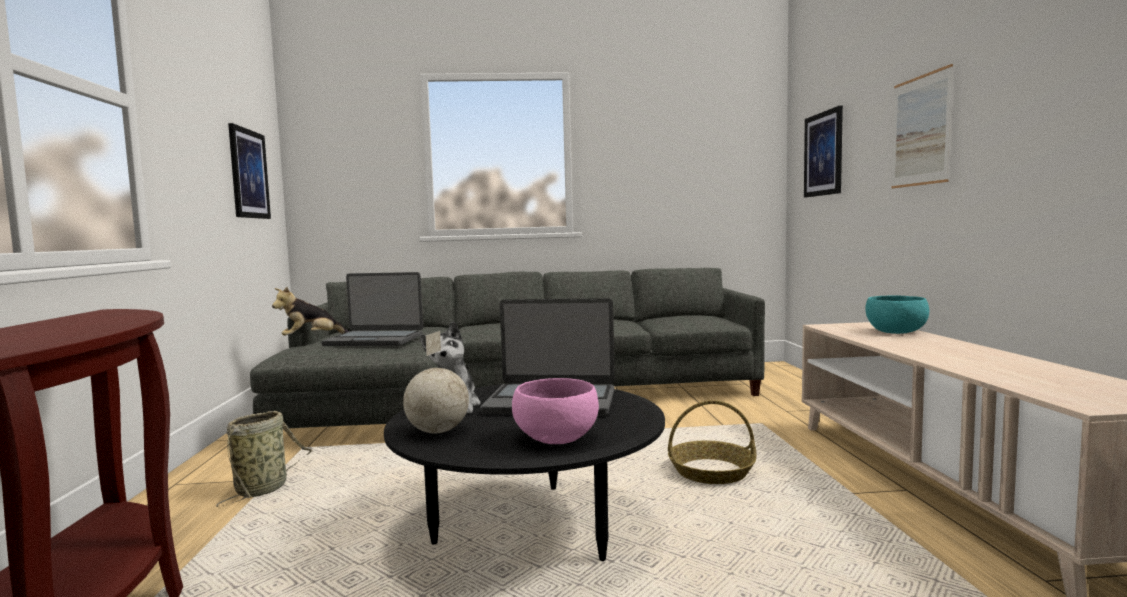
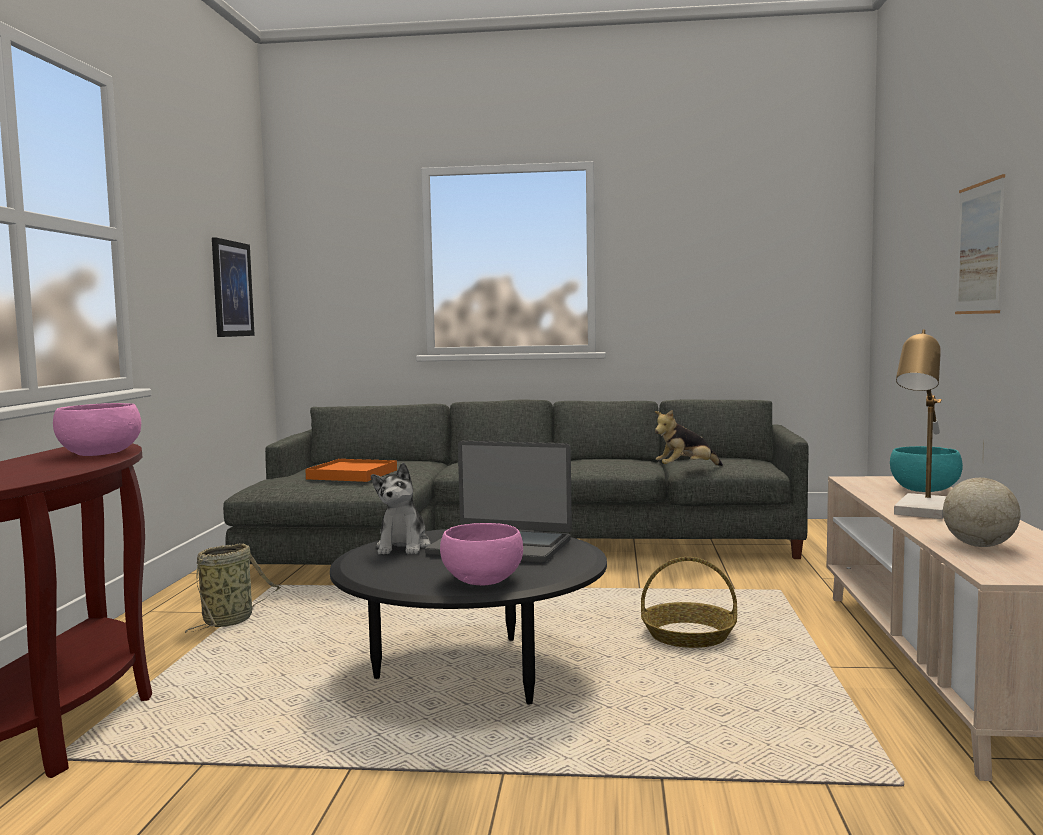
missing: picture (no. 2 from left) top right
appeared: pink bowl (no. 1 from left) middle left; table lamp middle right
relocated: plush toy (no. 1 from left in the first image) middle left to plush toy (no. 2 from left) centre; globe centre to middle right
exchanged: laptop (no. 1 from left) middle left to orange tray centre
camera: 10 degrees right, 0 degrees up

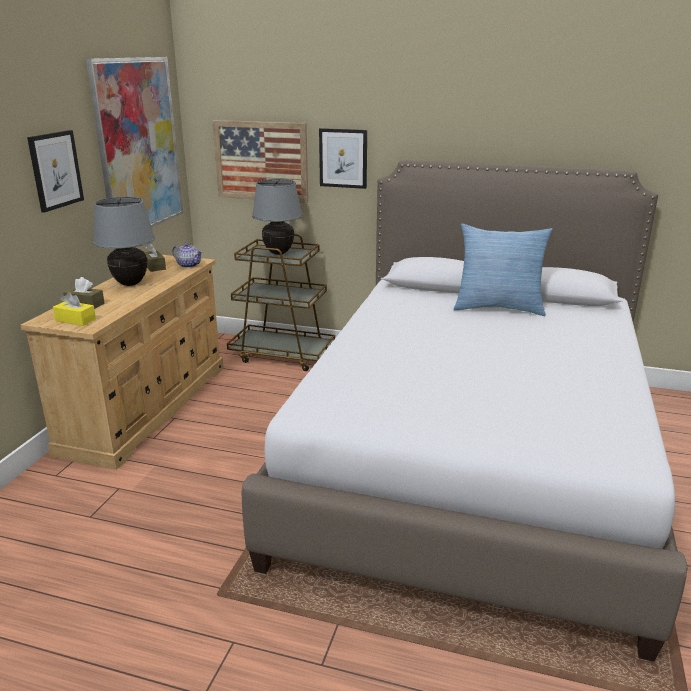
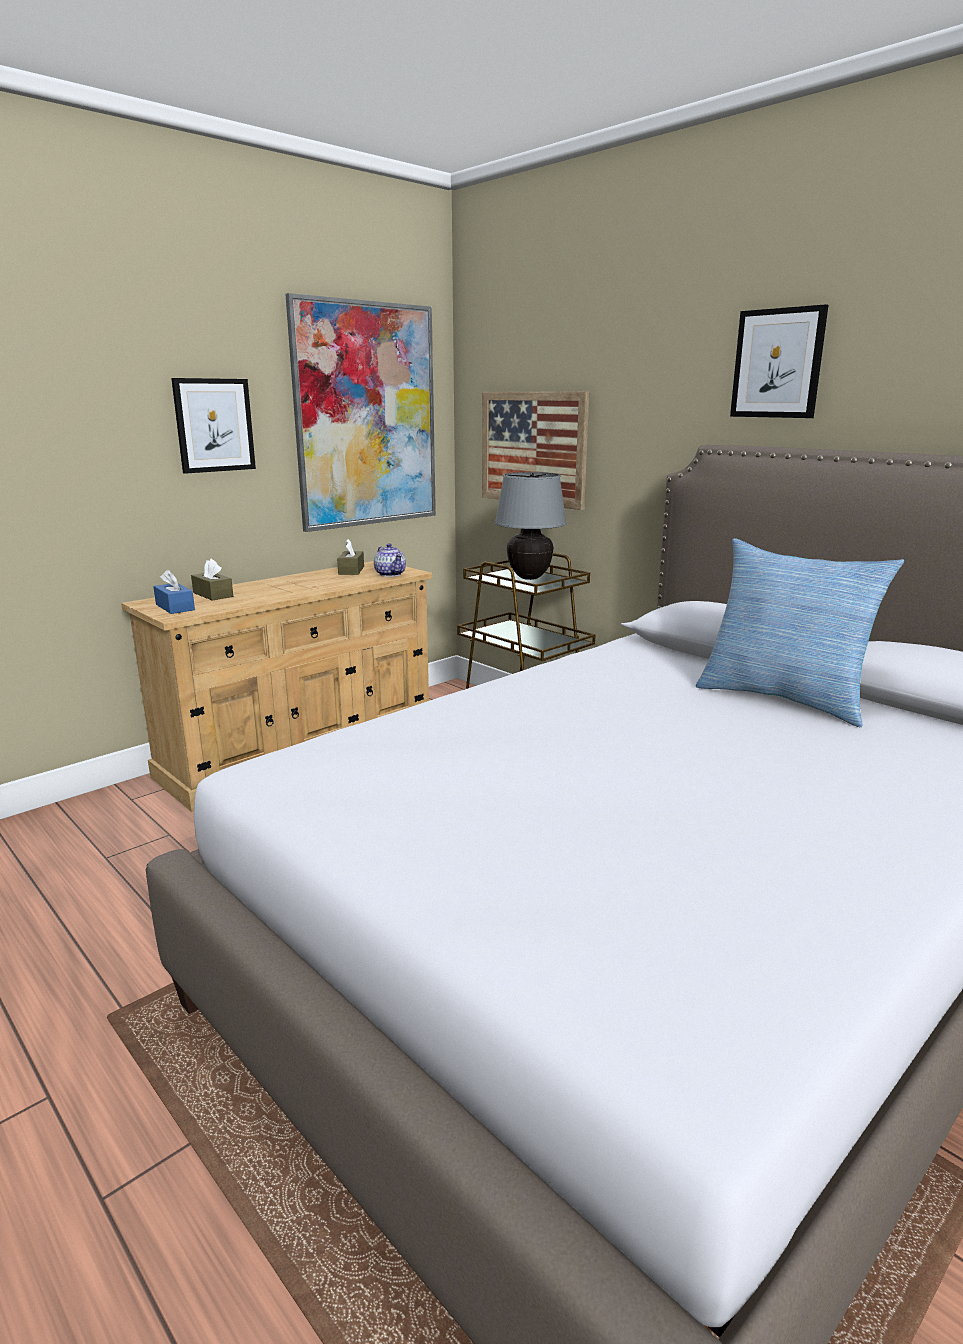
missing: grey table lamp (no. 1 from left) middle left
relocated: picture (no. 4 from left) top centre to top right
colour: yellow tissue box middle left to blue tissue box middle left
camera: 30 degrees right, 5 degrees down

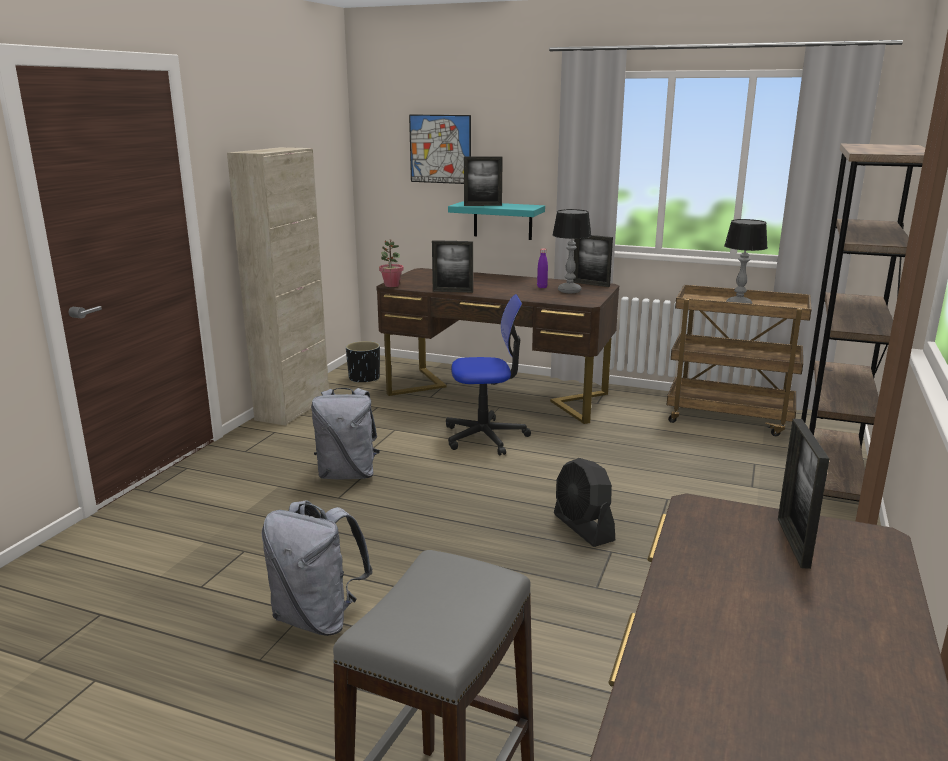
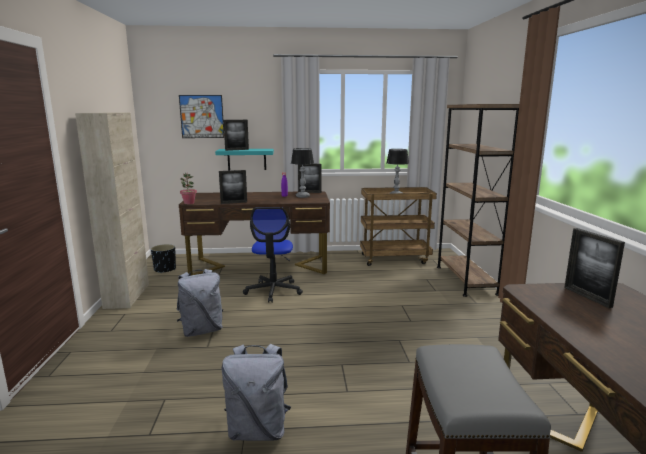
missing: black fan centre
spun: office chair centre = centre 120 degrees clockwise
camera: 25 degrees left, 5 degrees down

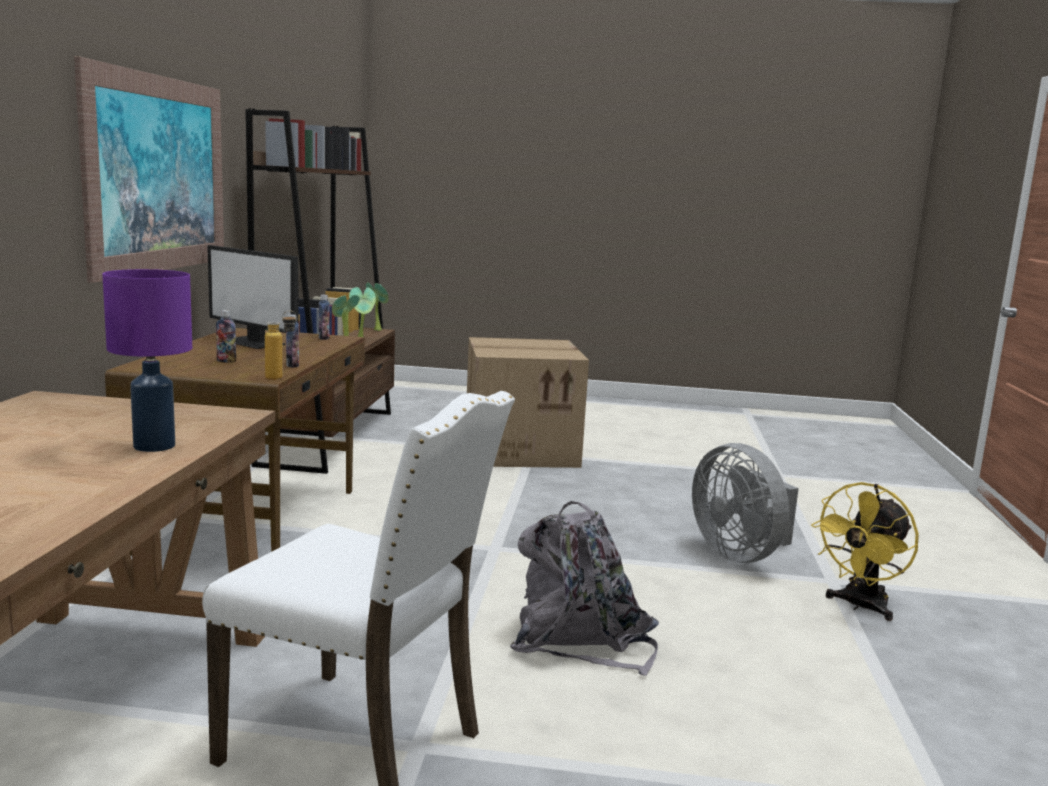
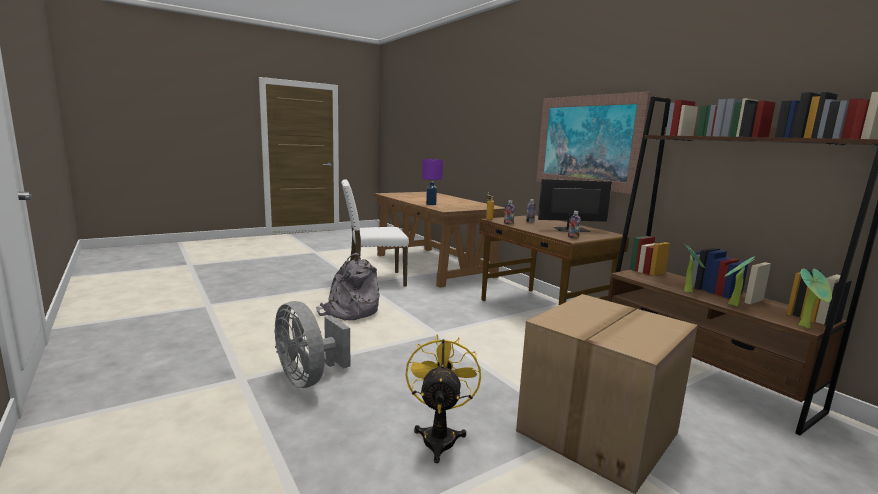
relocated: yellow fan bottom right to bottom centre
spun: grey fan middle right = bottom centre 150 degrees counterclockwise
camera: 140 degrees right, 0 degrees up

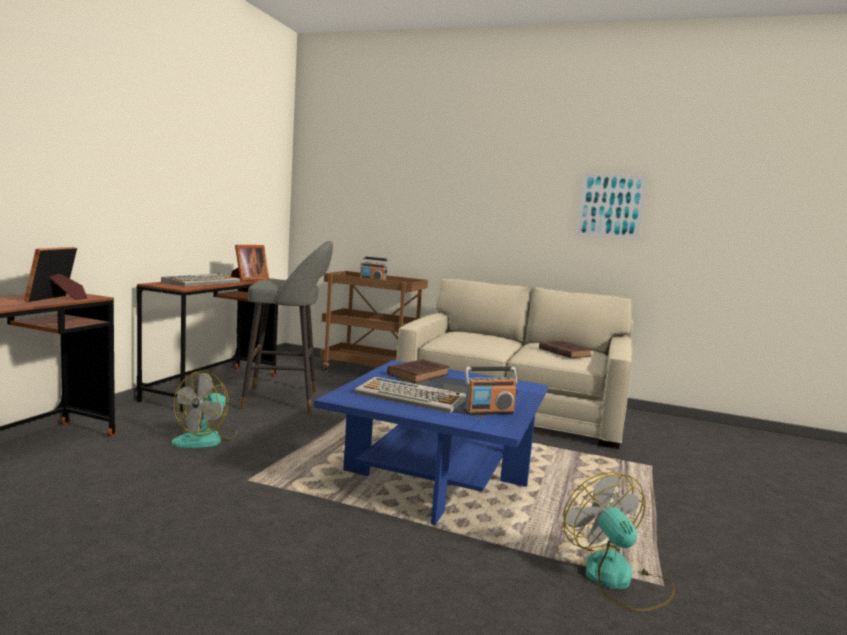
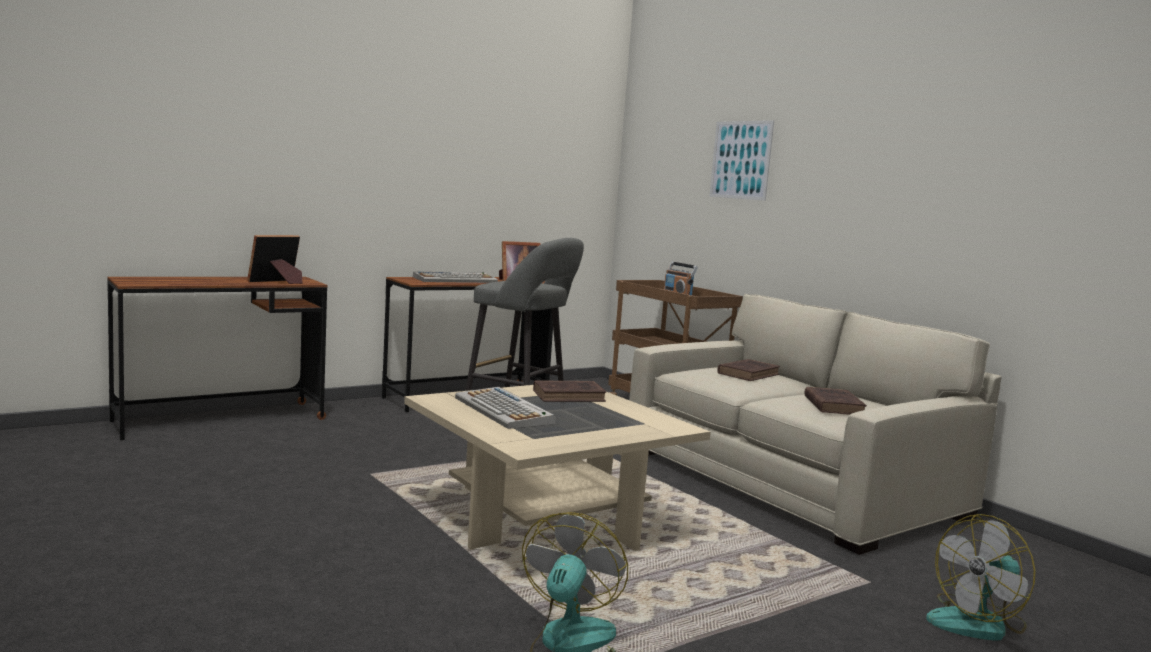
missing: radio (no. 2 from left) centre
appeared: brown book (no. 2 from left) centre
relocated: picture top right to top centre; fan (no. 1 from left in the first image) middle left to fan (no. 2 from left) bottom right
colour: blue coffee table bottom centre to beige coffee table bottom centre
camera: 35 degrees right, 0 degrees up

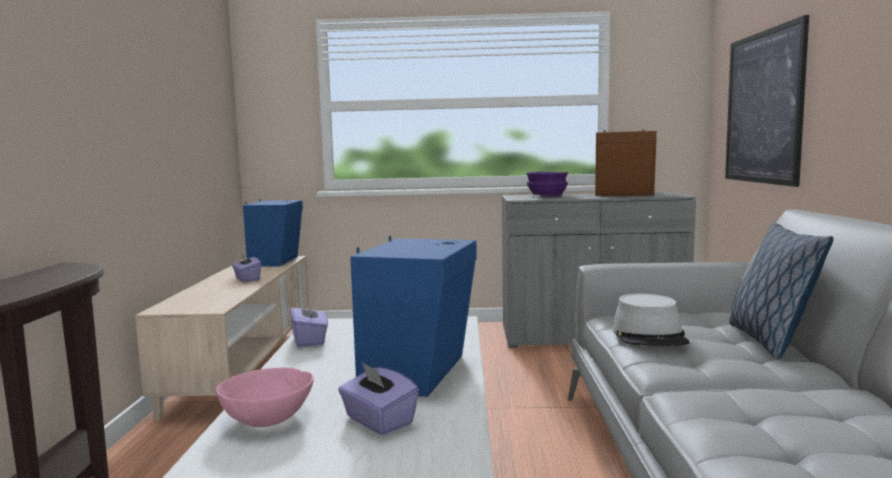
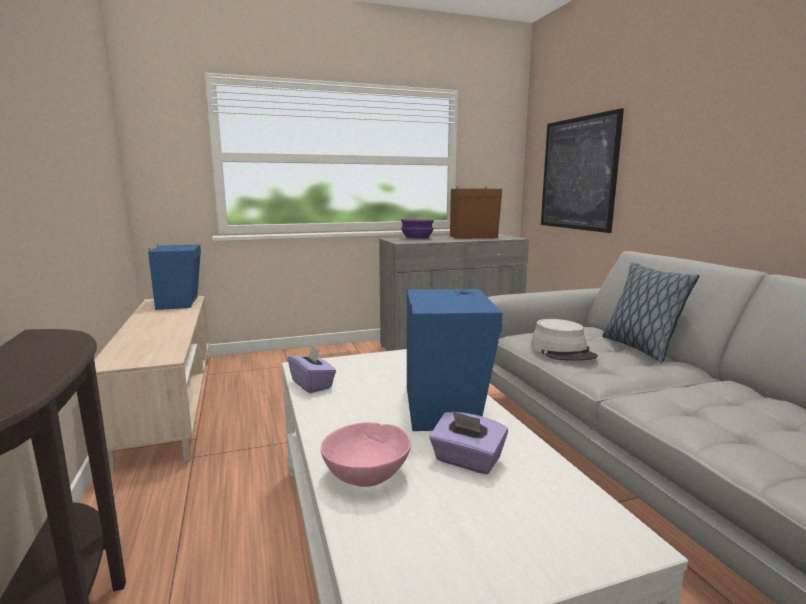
missing: purple tissue box (no. 1 from left) middle left
camera: 20 degrees left, 5 degrees up

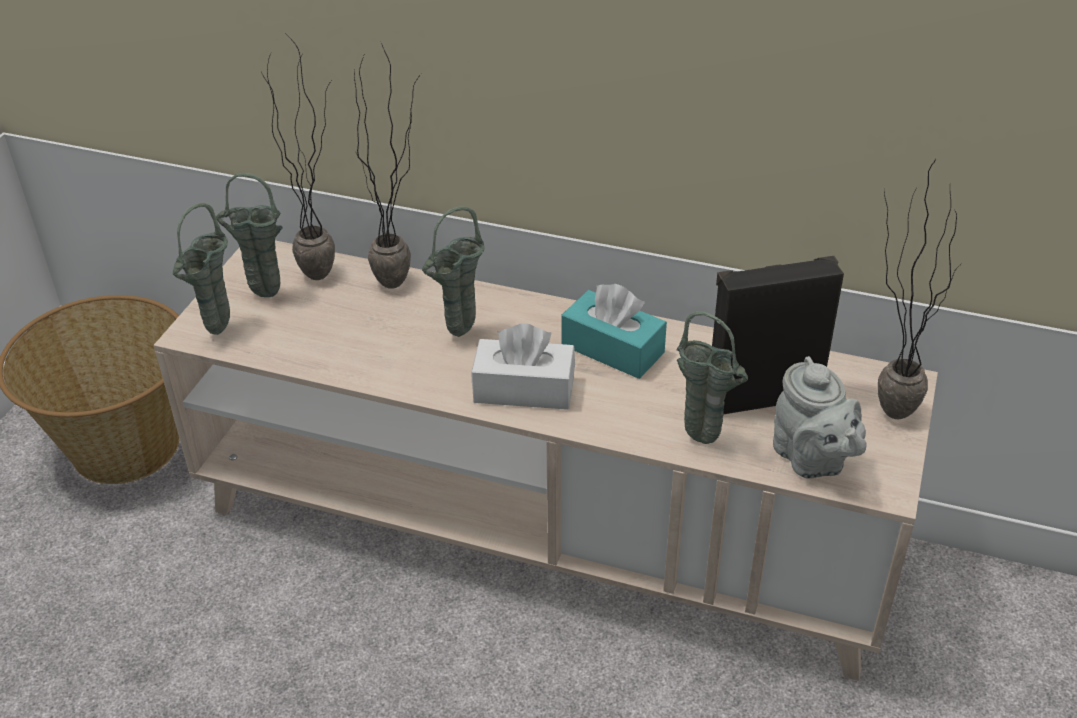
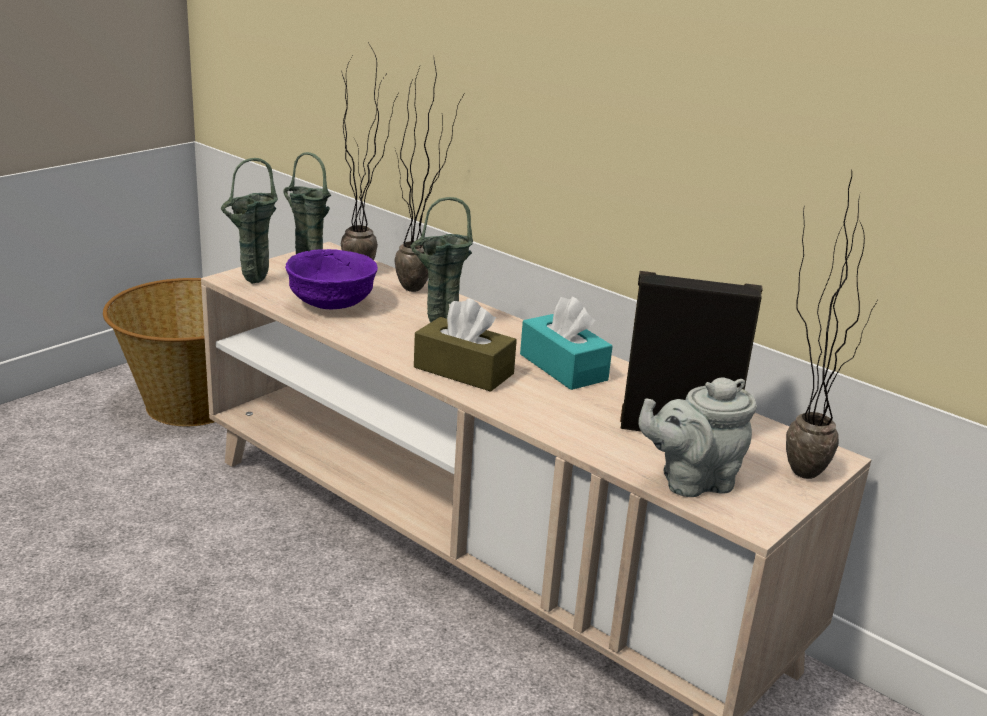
missing: green vase (no. 4 from left) centre
appeared: purple bowl centre
colour: white tissue box centre to brown tissue box centre
spun: grey teapot middle right = middle right 75 degrees clockwise
camera: 20 degrees right, 15 degrees down

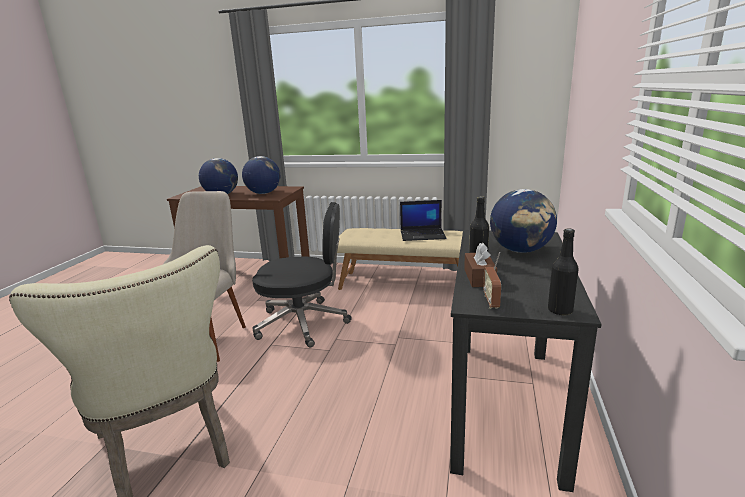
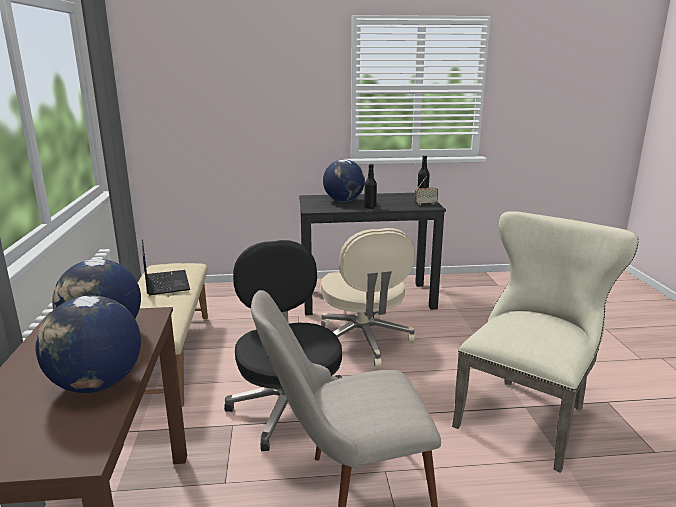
missing: brown tissue box centre
appeared: beige office chair centre
camera: 110 degrees left, 0 degrees up

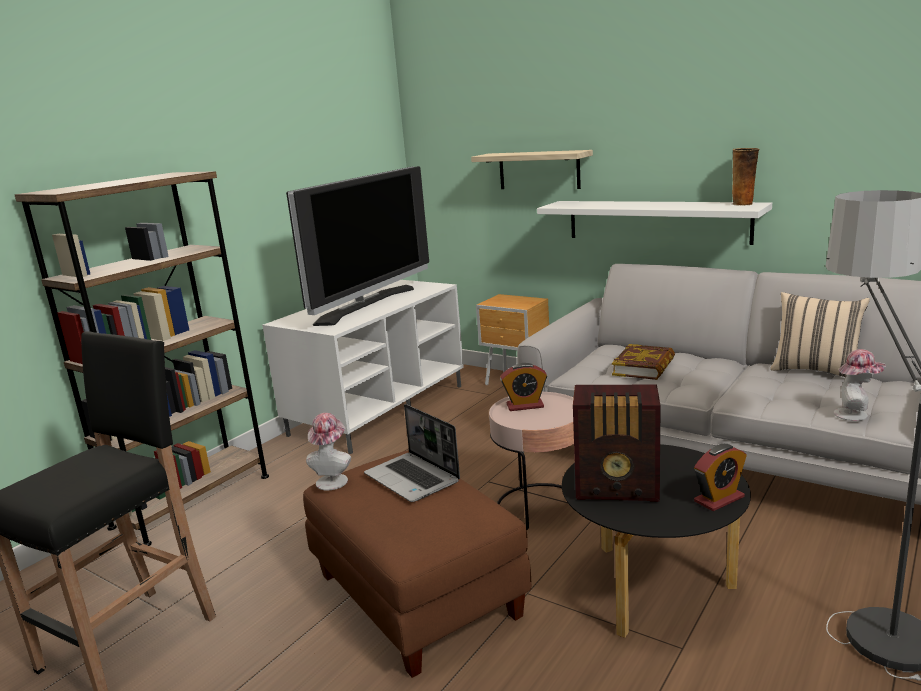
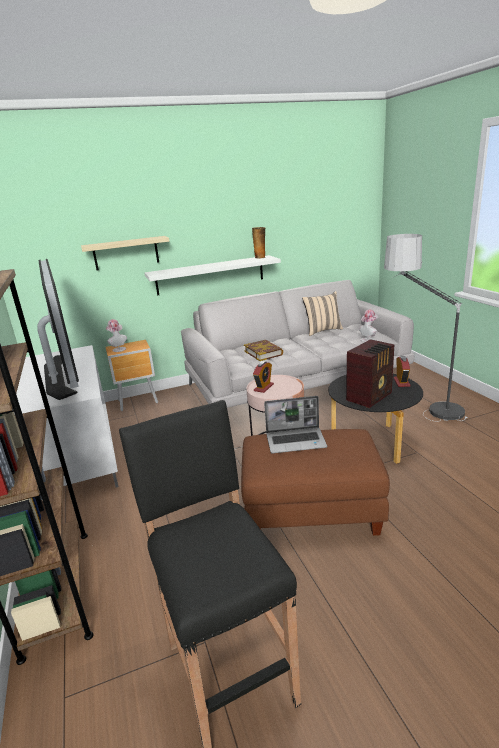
relocated: hat (no. 1 from left) centre to middle left
camera: 55 degrees left, 5 degrees up

